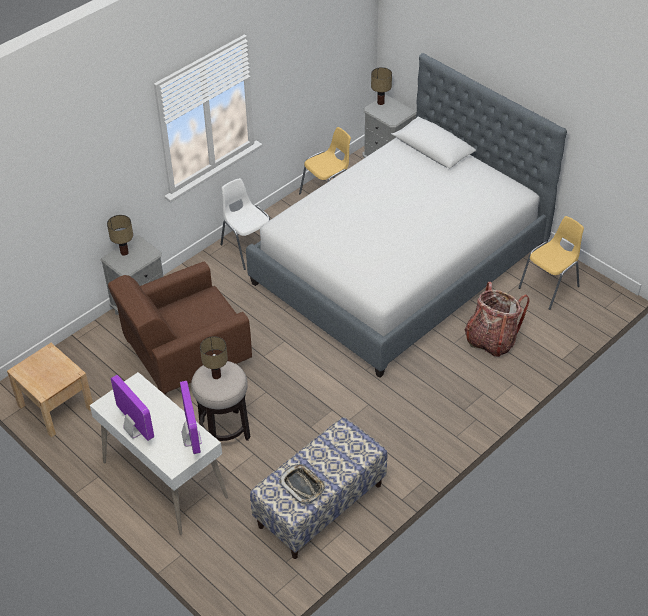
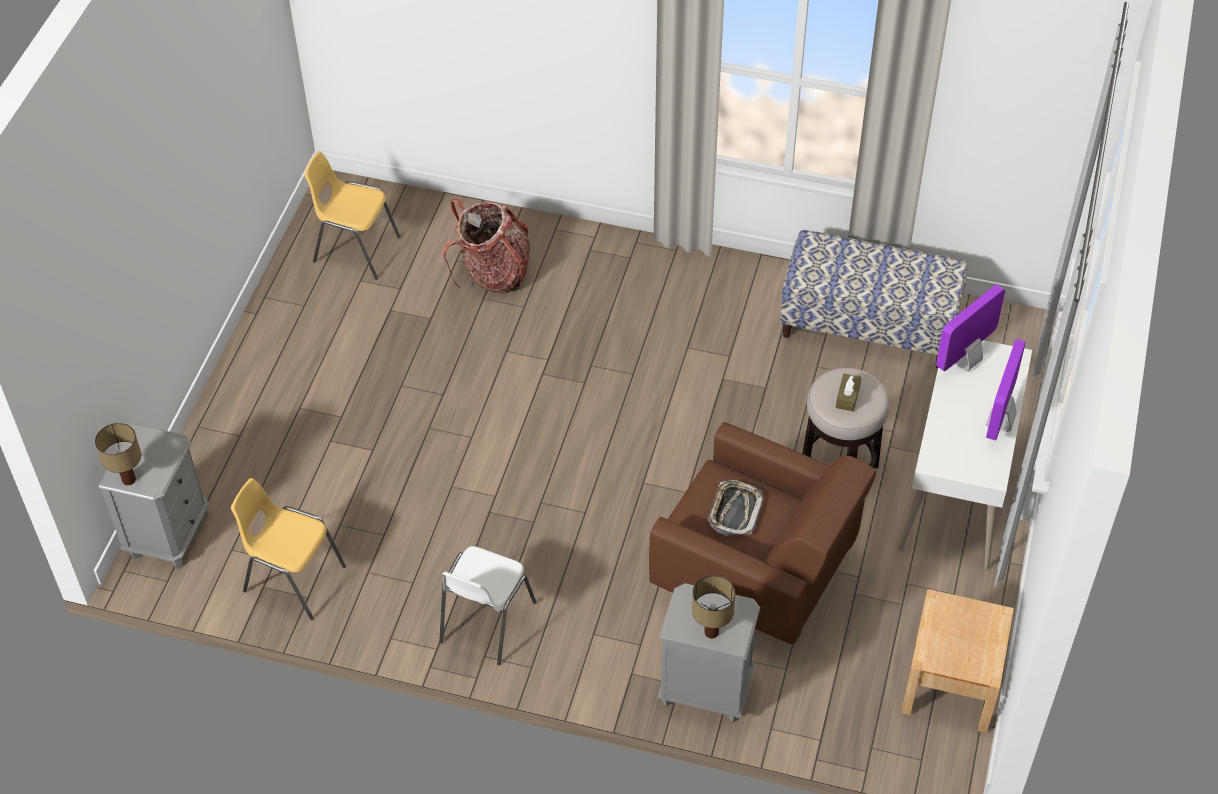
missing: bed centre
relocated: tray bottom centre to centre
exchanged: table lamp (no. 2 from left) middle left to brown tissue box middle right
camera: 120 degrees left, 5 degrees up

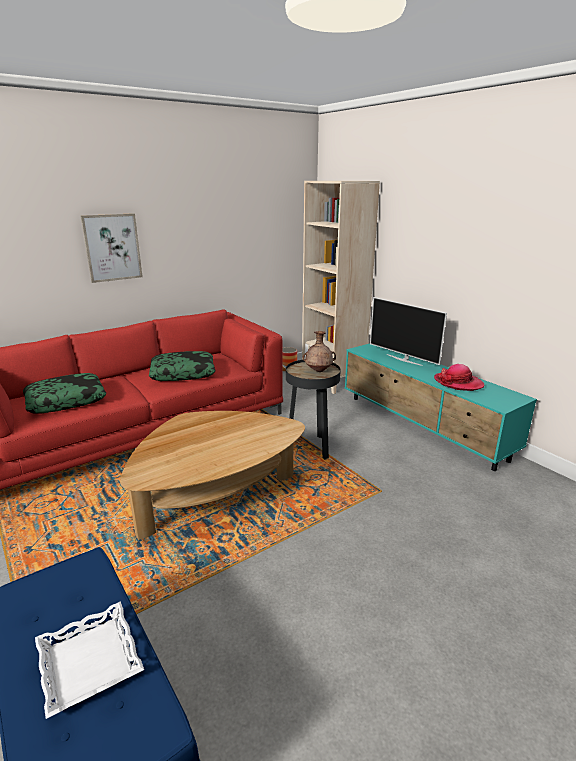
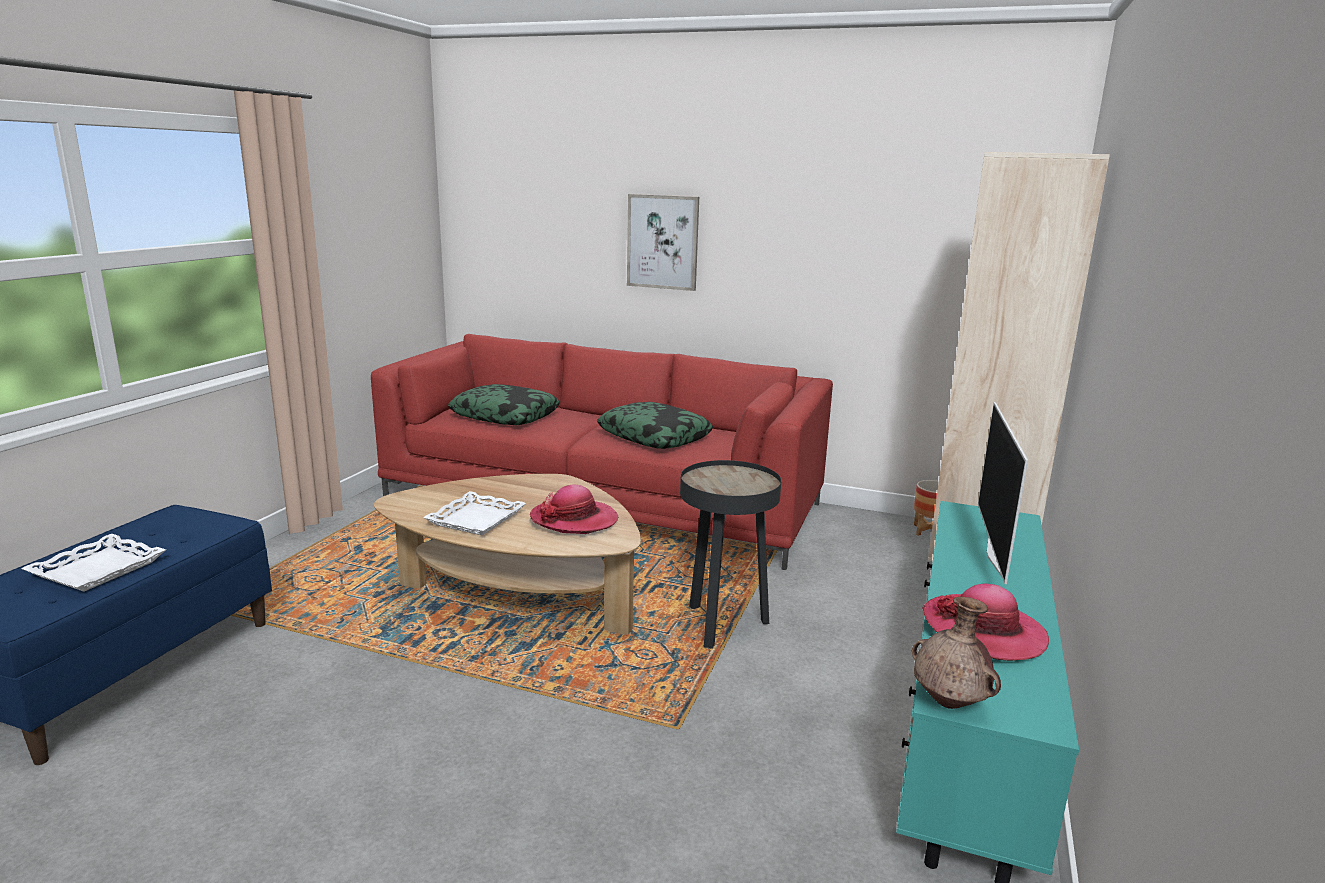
appeared: white tray (no. 2 from left) centre; hat (no. 1 from left) centre
relocated: brown vase centre to bottom right
camera: 55 degrees right, 5 degrees down

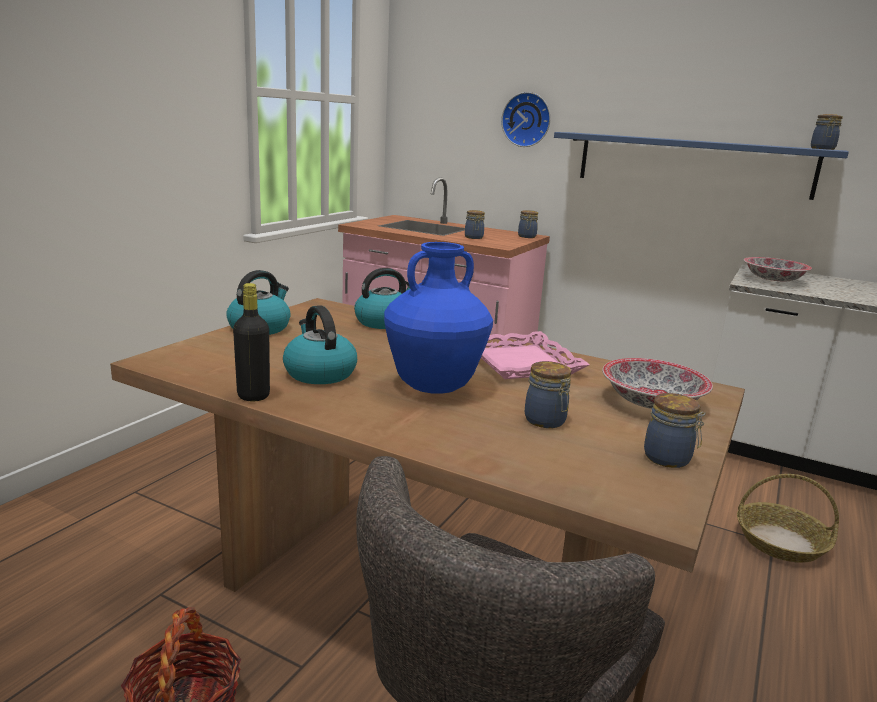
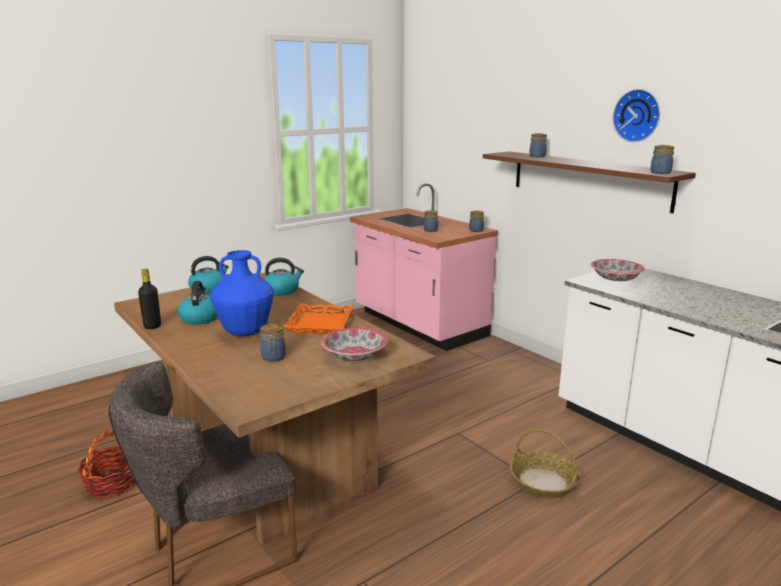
relocated: jar (no. 4 from left) middle right to top right; wall clock top centre to top right
colour: pink tray centre to orange tray centre; blue shelf top right to brown shelf top right
camera: 25 degrees right, 0 degrees up

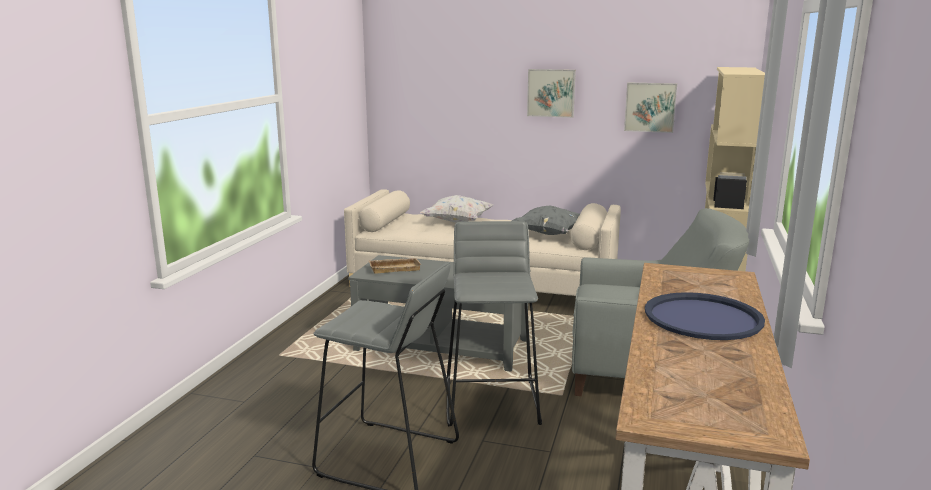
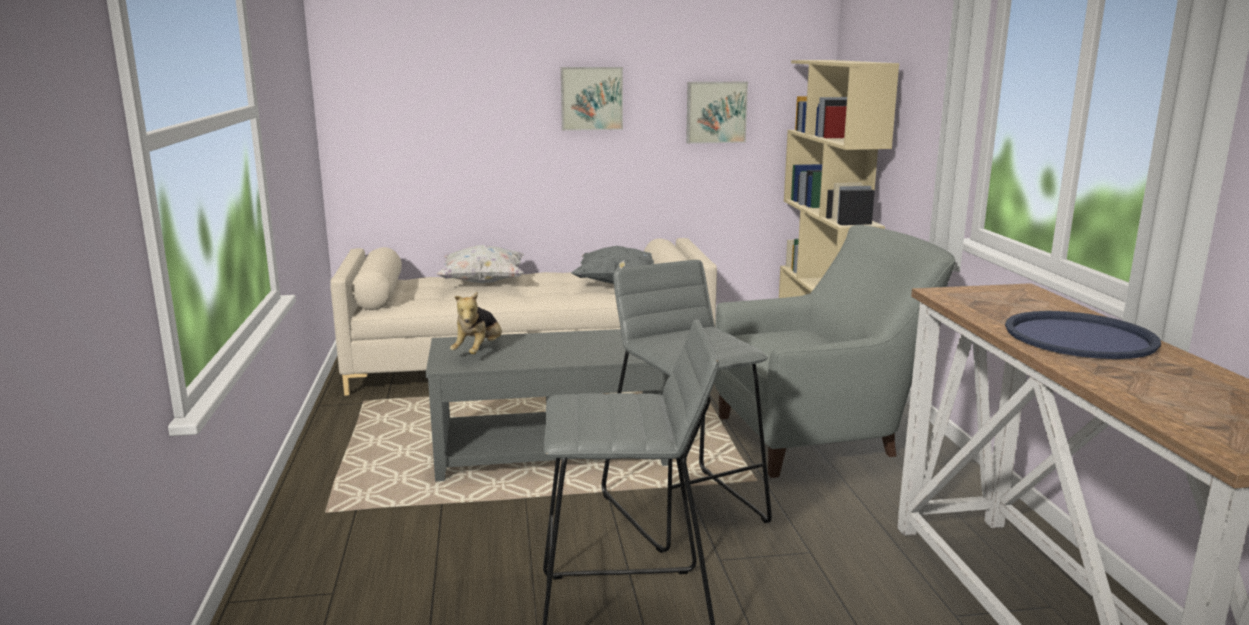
exchanged: beige tray centre to plush toy centre
camera: 25 degrees left, 0 degrees up

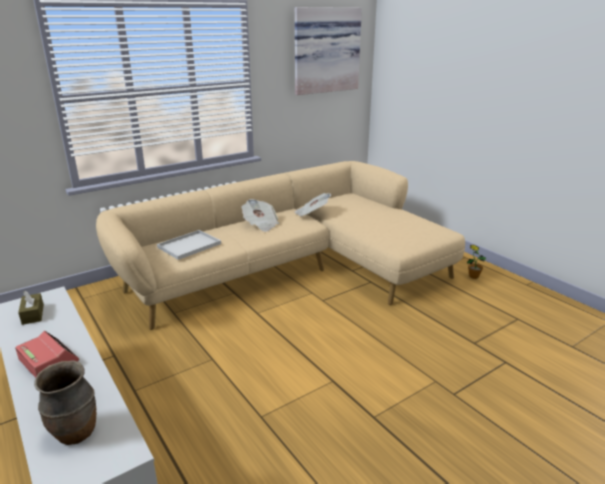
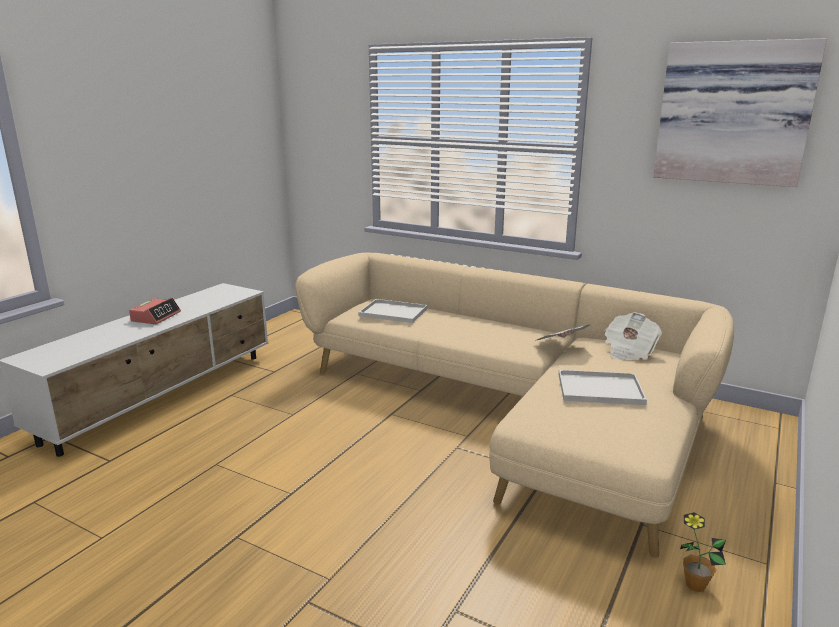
missing: brown tissue box middle left; brown vase bottom left
appeared: white tray (no. 2 from left) middle right
relocated: newspaper (no. 1 from left in the first image) centre to newspaper (no. 2 from left) middle right
camera: 65 degrees right, 5 degrees down

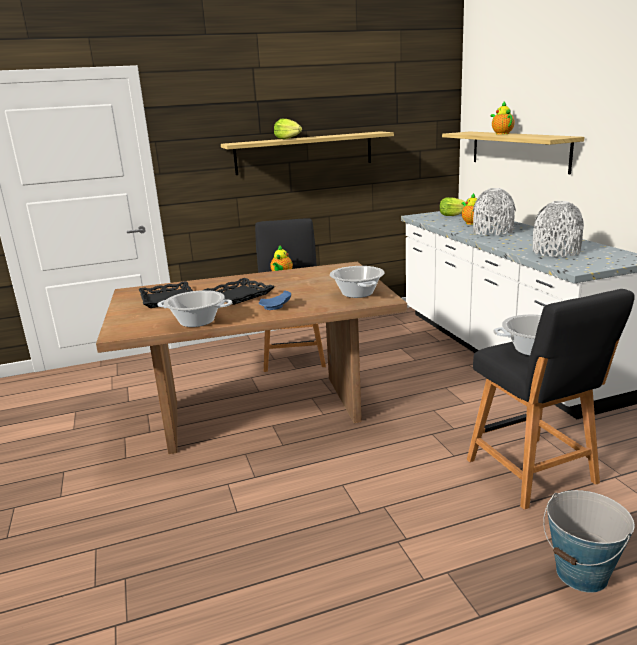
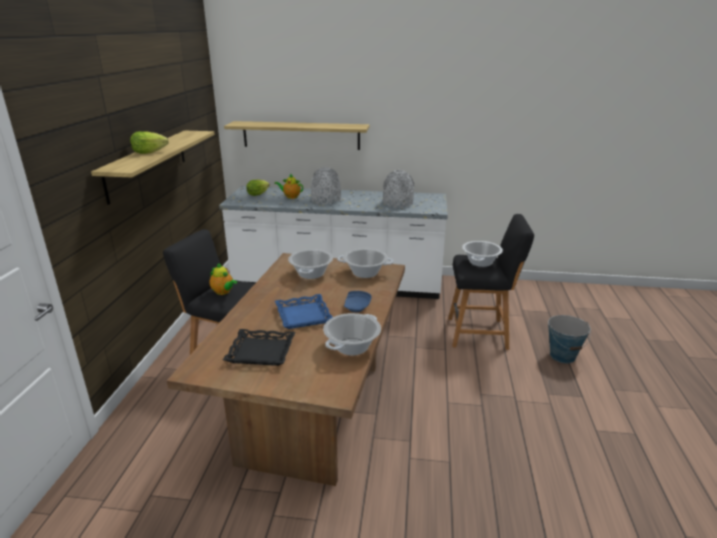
missing: teapot (no. 3 from left) top right
appeared: cooking pot (no. 1 from left) centre
colour: black tray (no. 2 from left) centre to blue tray centre
camera: 65 degrees left, 5 degrees up

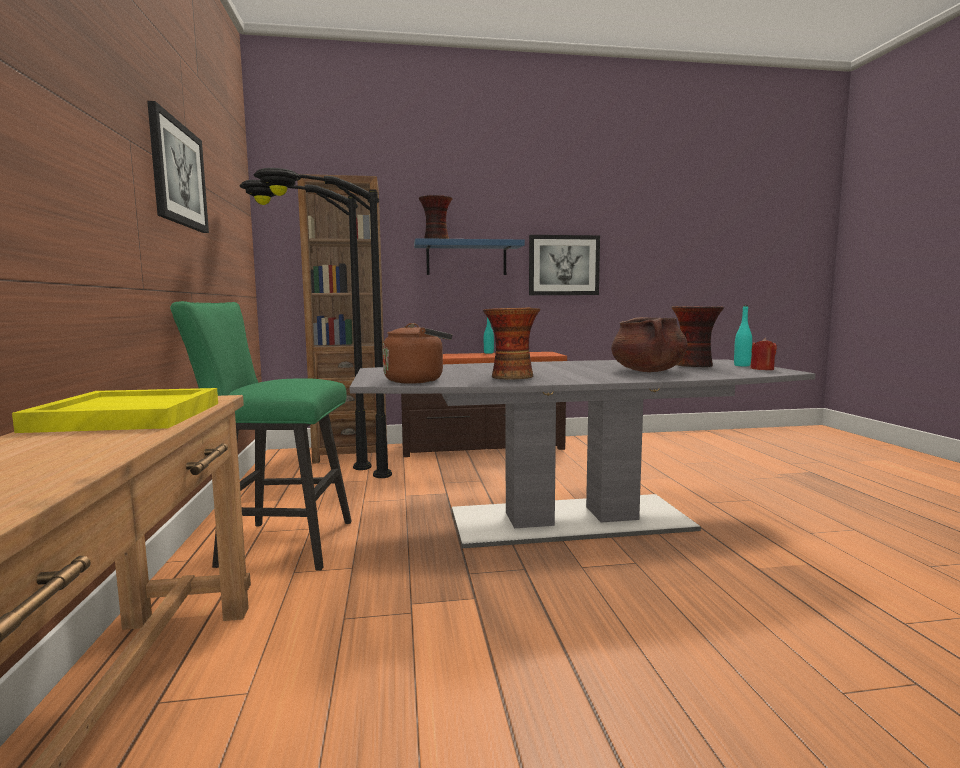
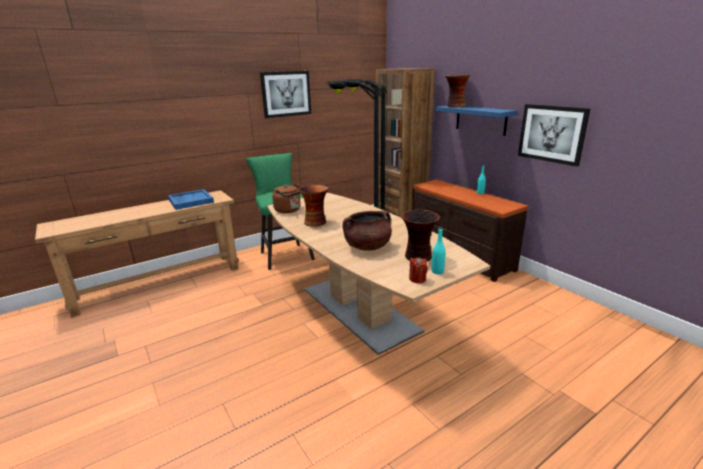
colour: yellow tray middle left to blue tray middle left; grey dining table centre to brown dining table centre
camera: 65 degrees right, 15 degrees up

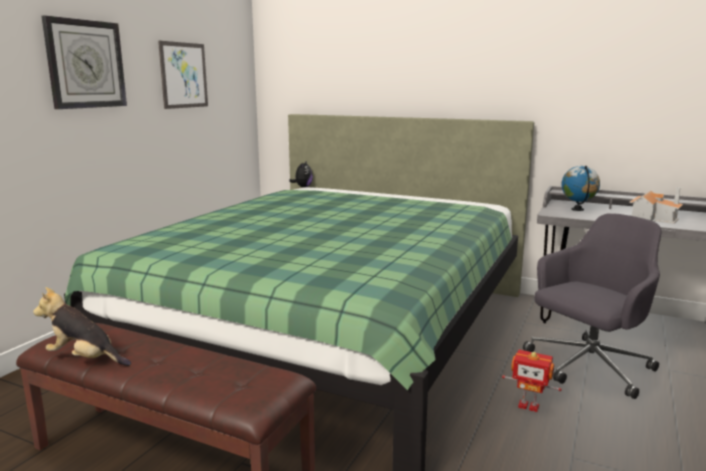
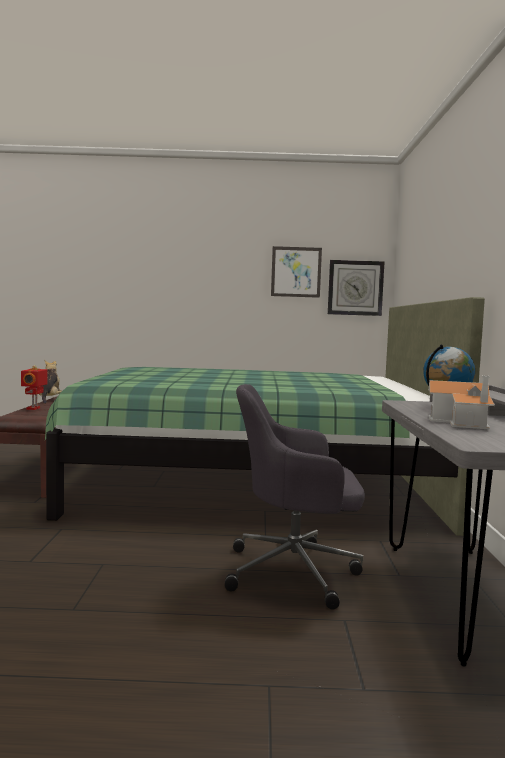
missing: plush toy (no. 2 from left) centre
relocated: toy robot bottom right to middle left; wall clock top left to middle right
spun: grey office chair middle right = centre 150 degrees clockwise
camera: 65 degrees right, 10 degrees down

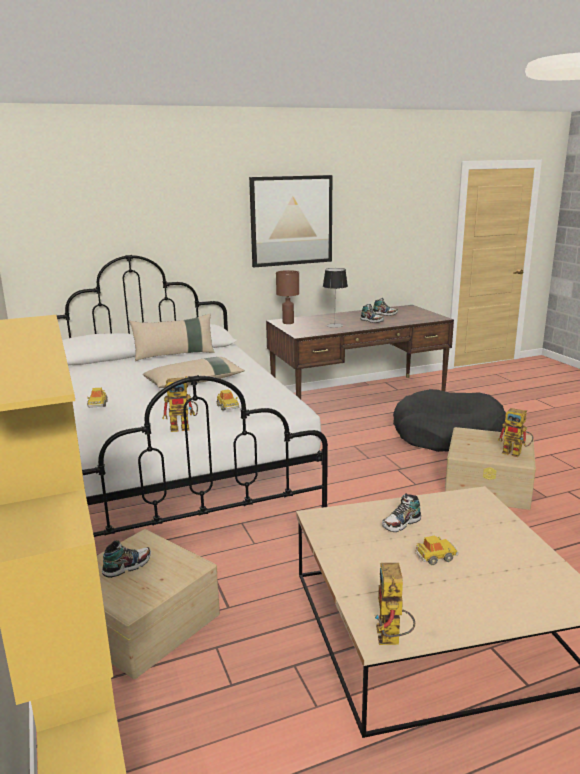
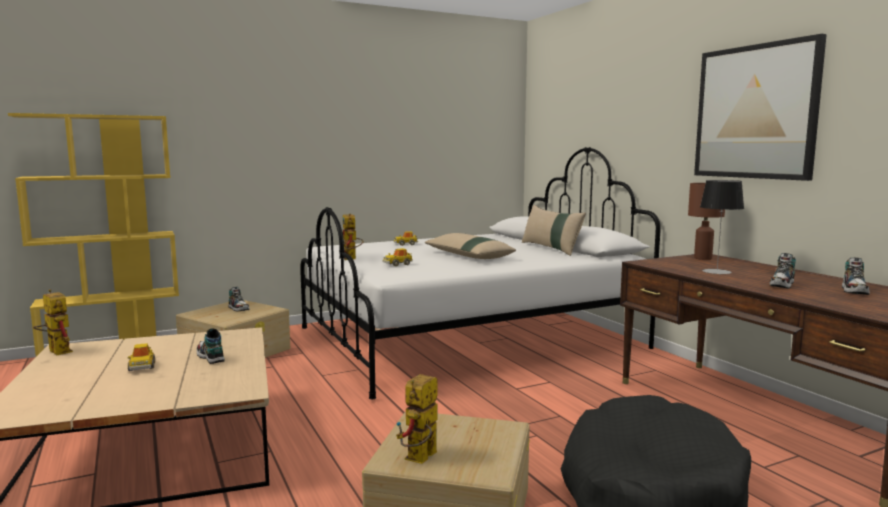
spun: toy robot (no. 2 from left in the first image) bottom right = middle left 45 degrees clockwise
camera: 85 degrees right, 10 degrees down

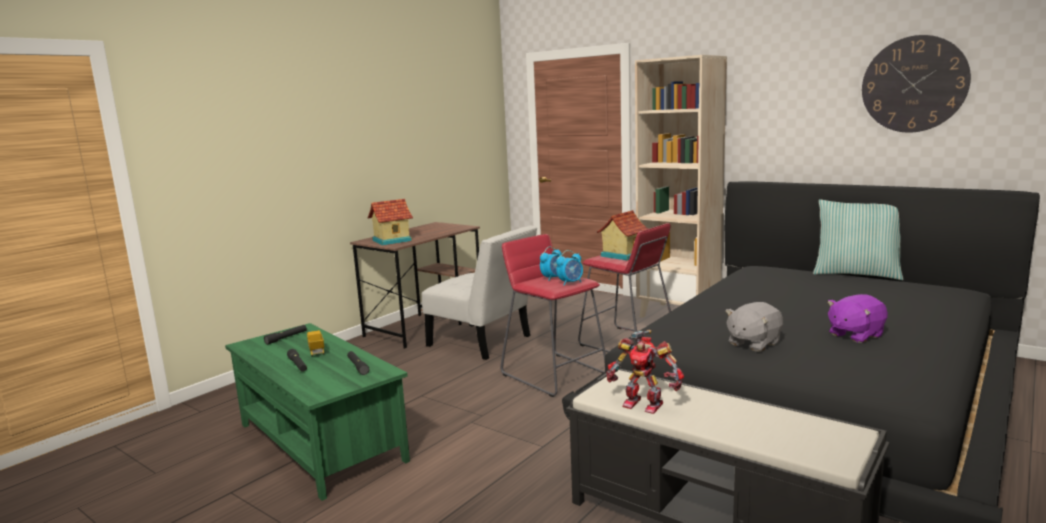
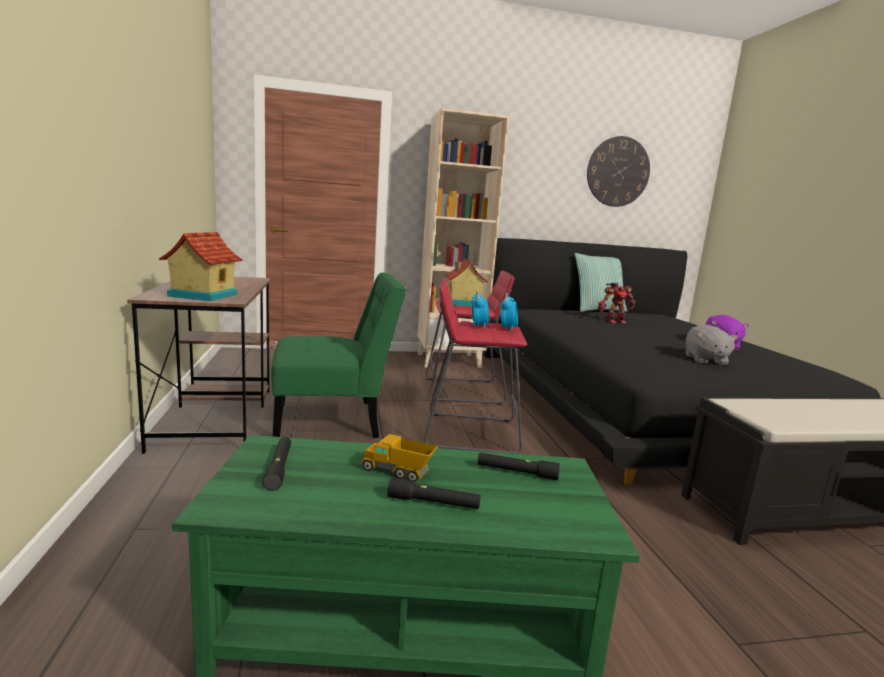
relocated: toy robot bottom centre to middle right
colour: white chair centre to green chair centre
camera: 50 degrees left, 0 degrees up

